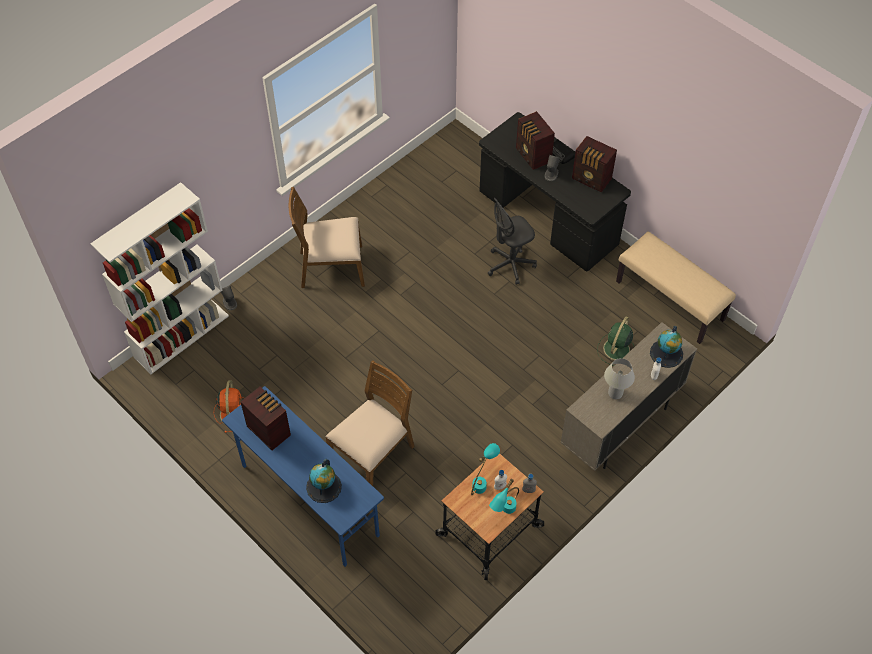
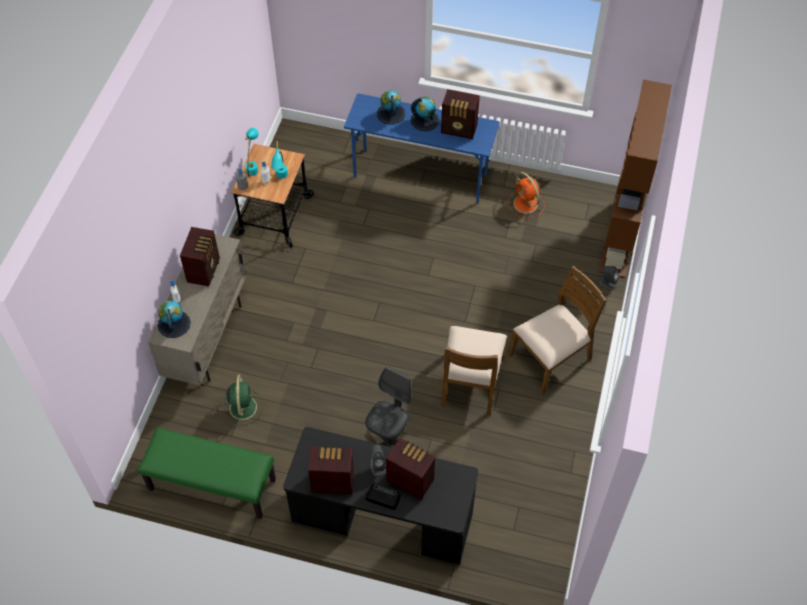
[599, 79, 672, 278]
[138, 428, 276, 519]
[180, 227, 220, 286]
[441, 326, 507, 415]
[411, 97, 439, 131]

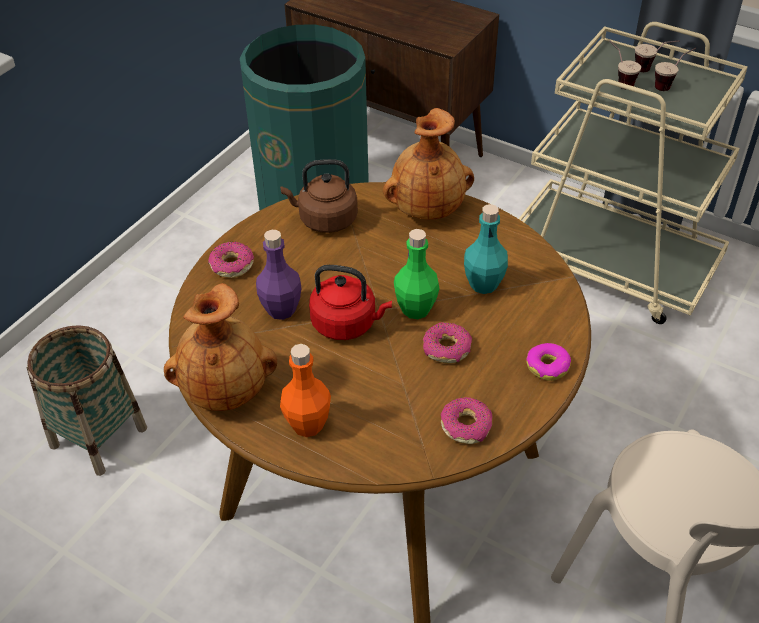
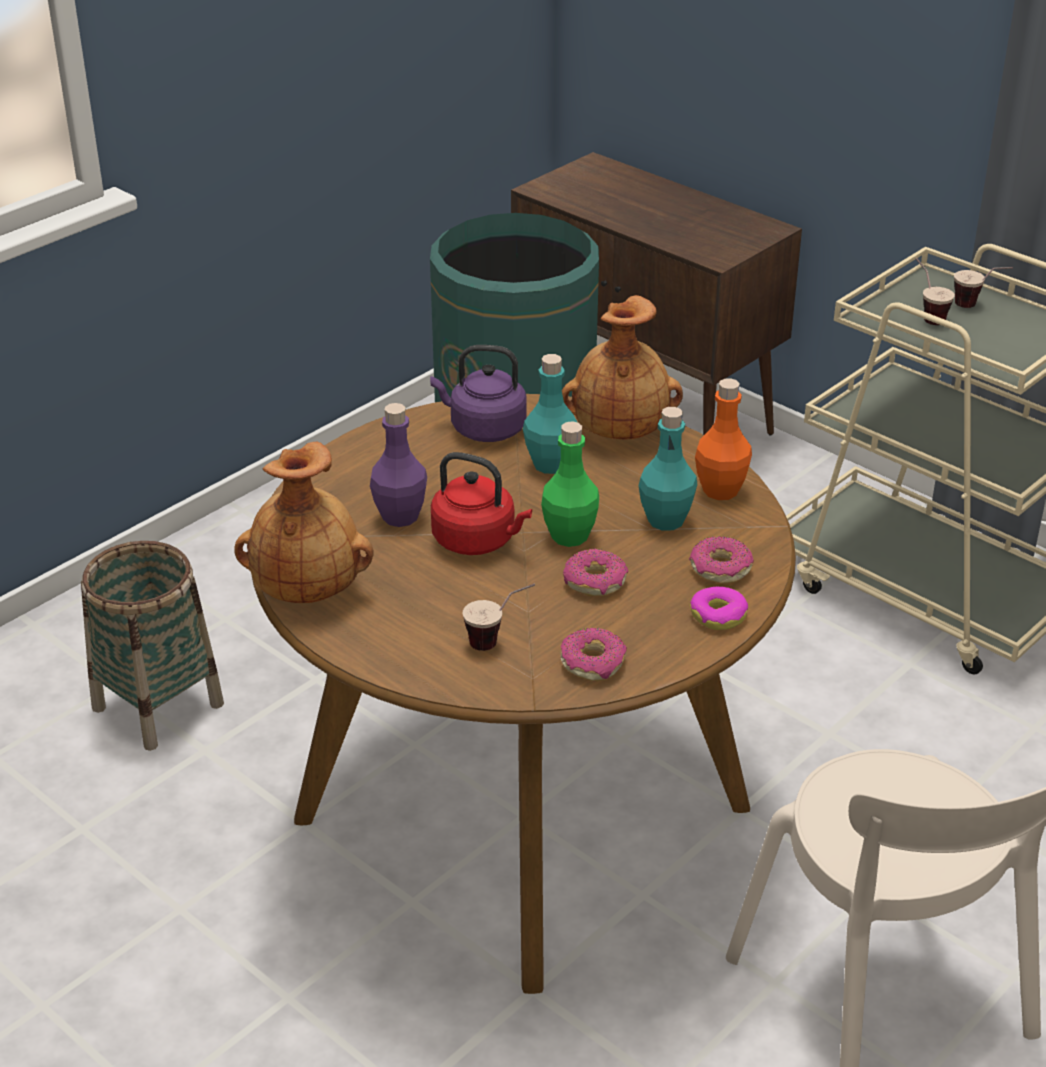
[463, 583, 535, 651]
[430, 345, 527, 442]
[689, 536, 754, 584]
[695, 378, 752, 500]
[523, 354, 577, 474]

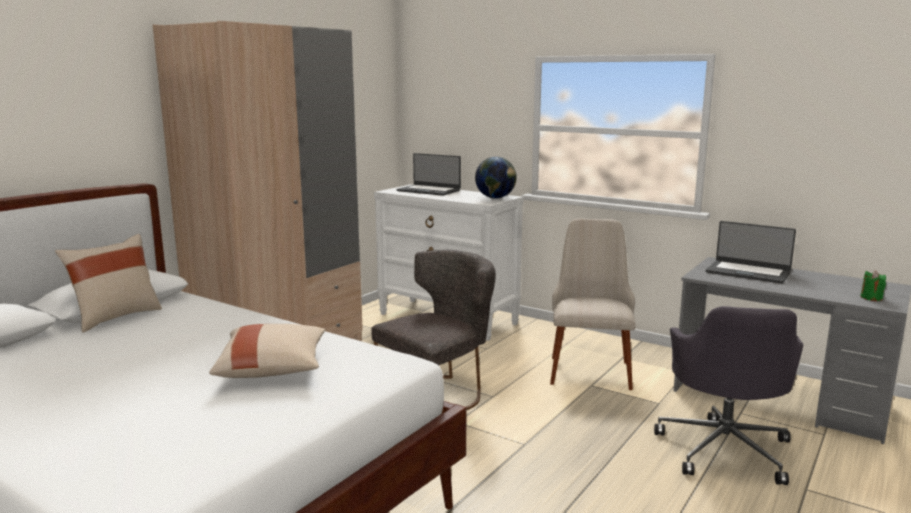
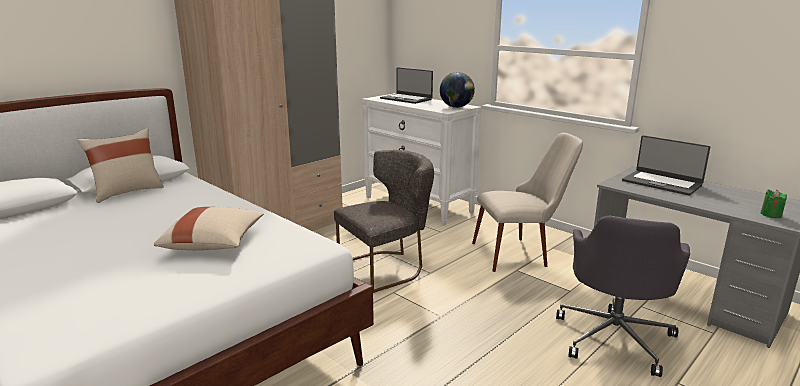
[472, 133, 583, 272]

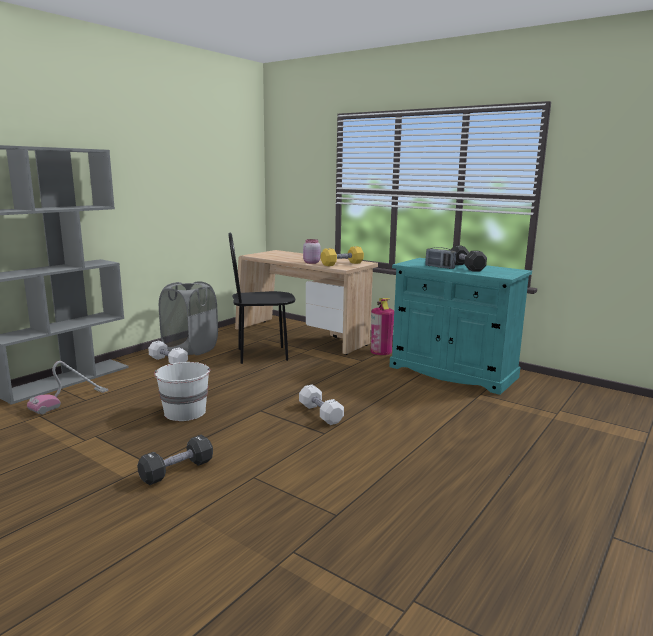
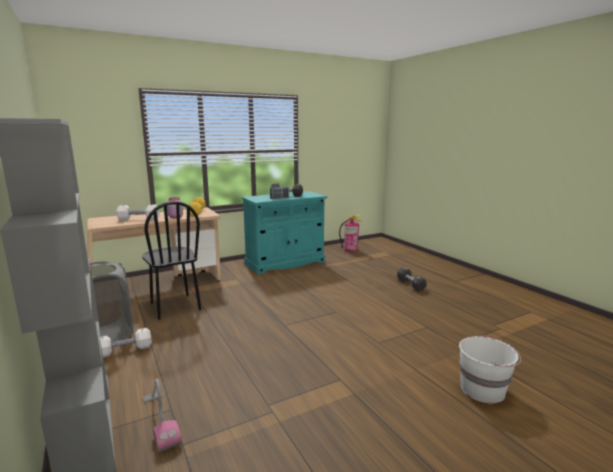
[142, 201, 201, 320]
[339, 215, 361, 252]
[459, 335, 521, 403]
[116, 205, 159, 221]
[397, 267, 427, 291]

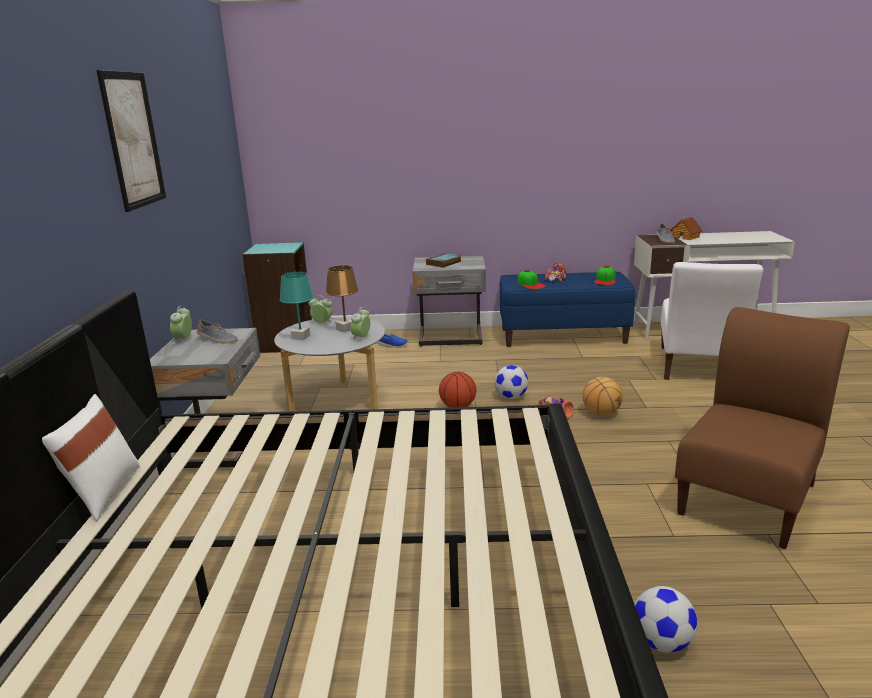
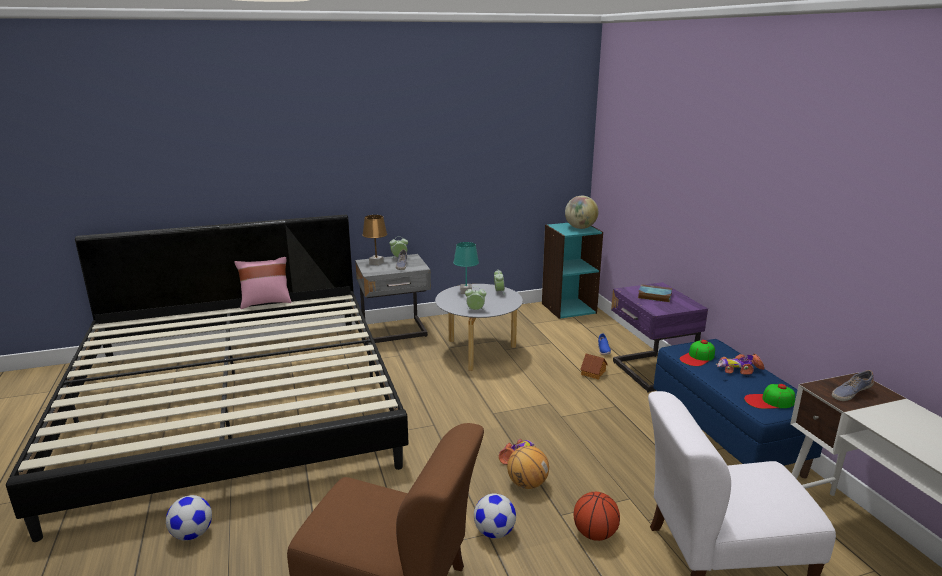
[96, 70, 166, 212] (first image)
[580, 354, 608, 380]
[611, 282, 708, 393]
[362, 215, 387, 266]
[474, 493, 516, 539]
[574, 492, 620, 541]
[234, 257, 292, 309]
[565, 196, 598, 229]

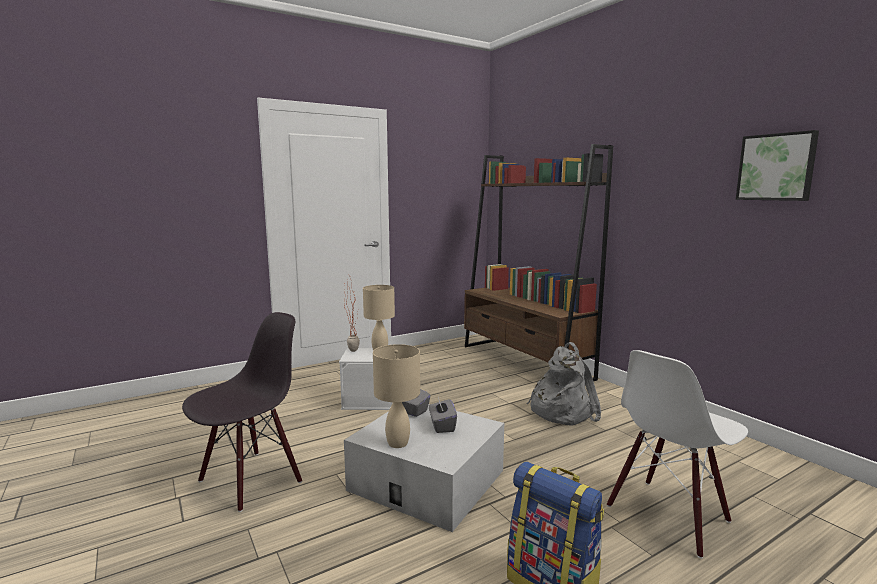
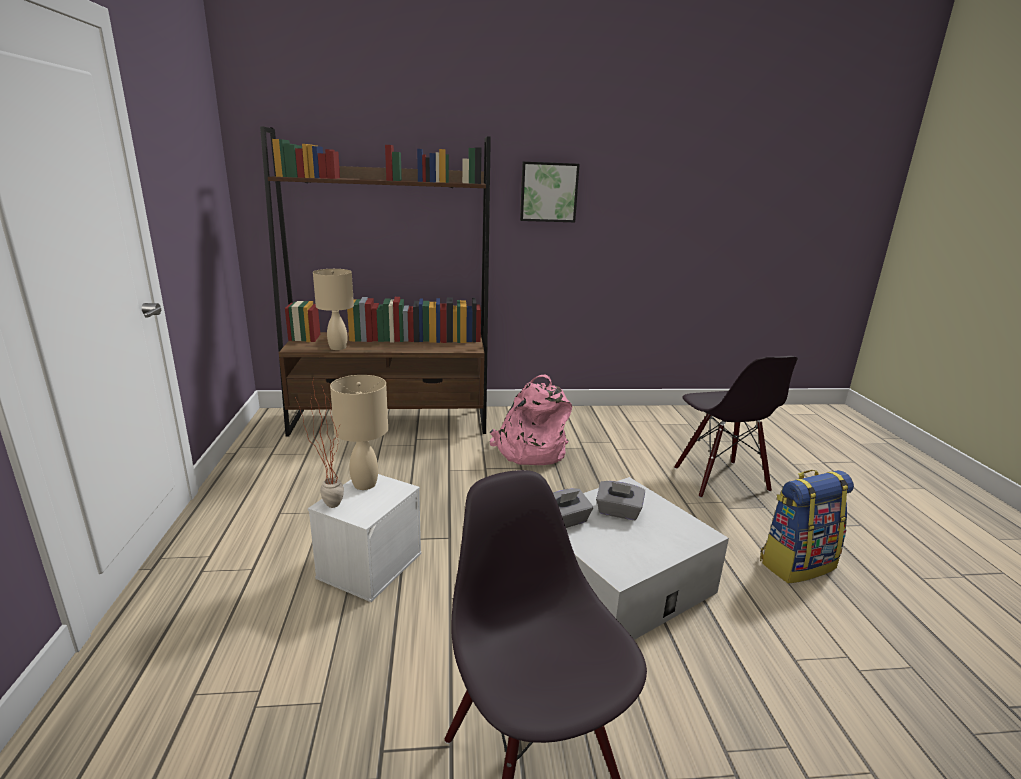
[520, 161, 580, 222]
[490, 375, 572, 465]
[313, 269, 354, 350]
[674, 356, 798, 498]

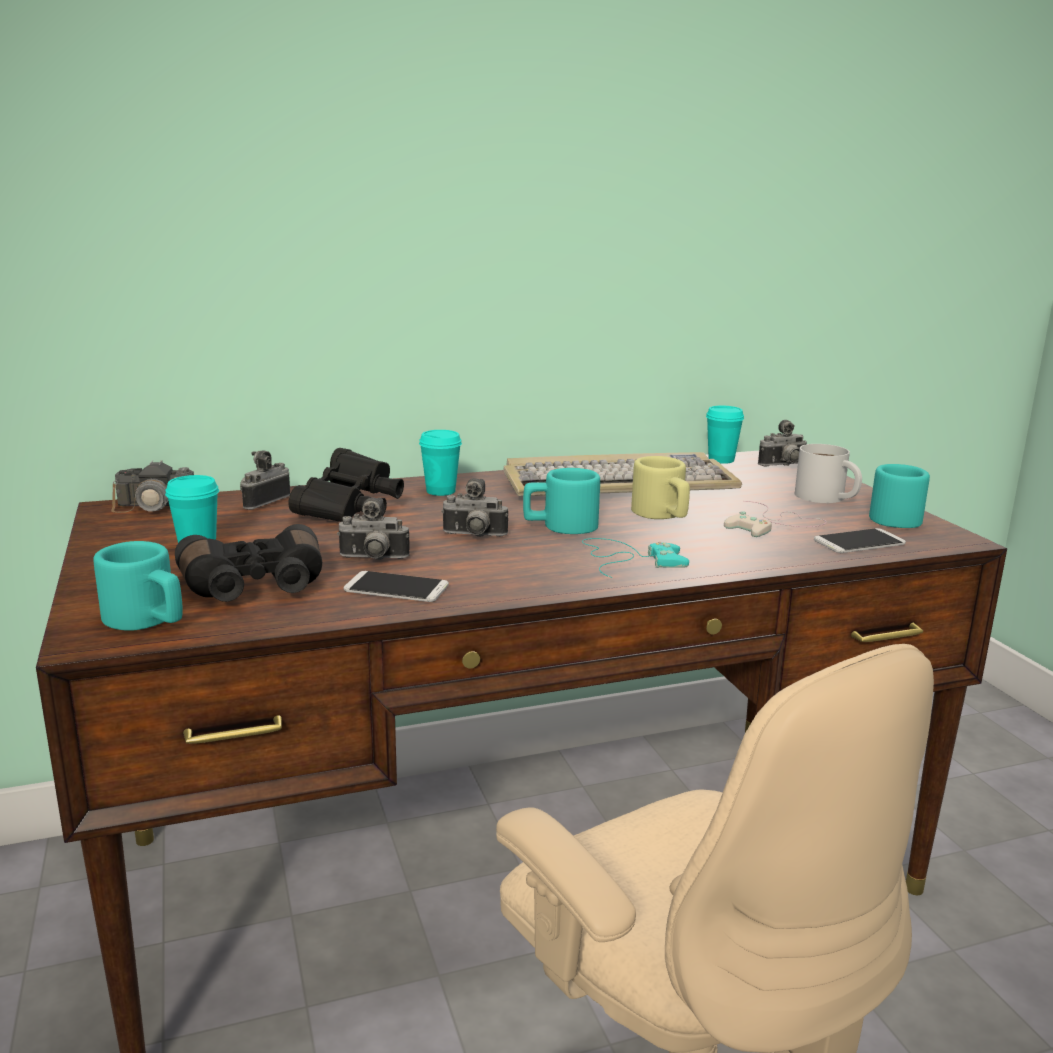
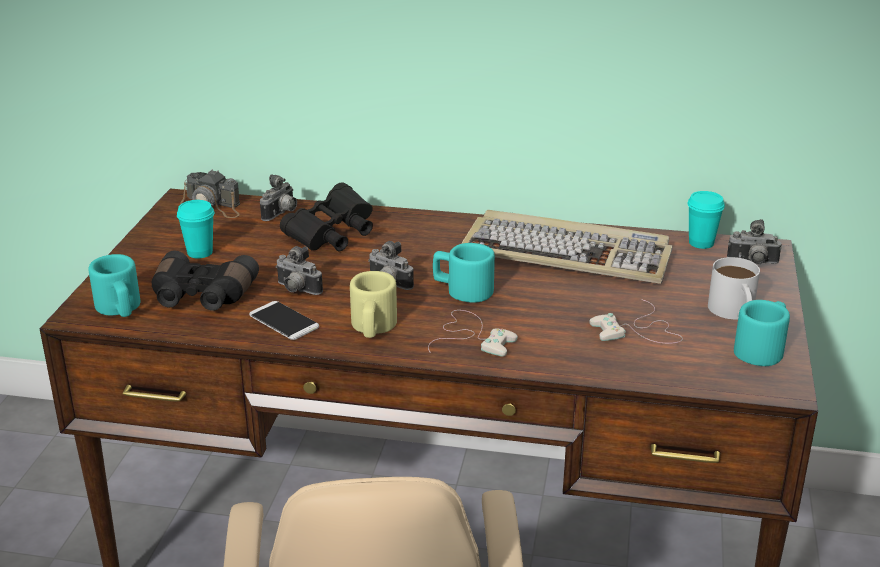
[419, 430, 462, 496] (first image)
[260, 174, 297, 221]
[350, 271, 397, 338]
[814, 528, 906, 553] (first image)
[428, 310, 518, 357]

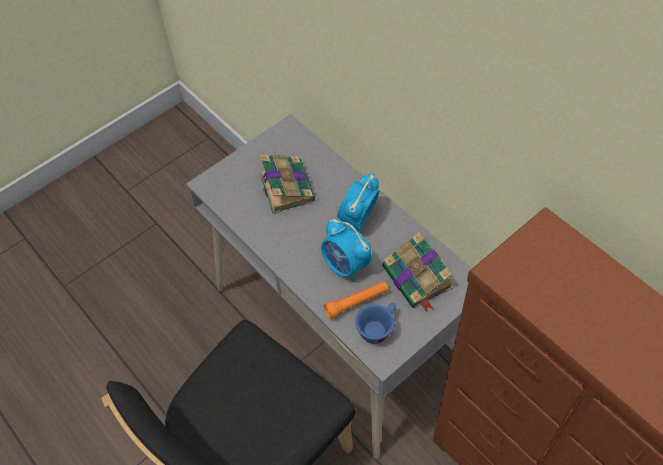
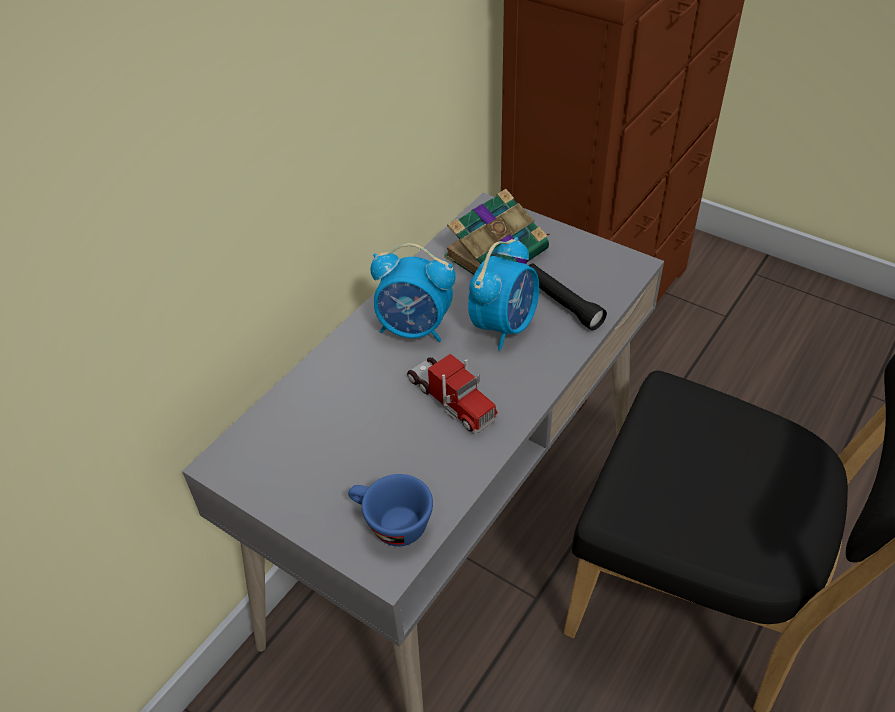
[259, 155, 315, 214] (first image)
[528, 264, 607, 331]
[348, 474, 433, 546]
[407, 354, 498, 434]

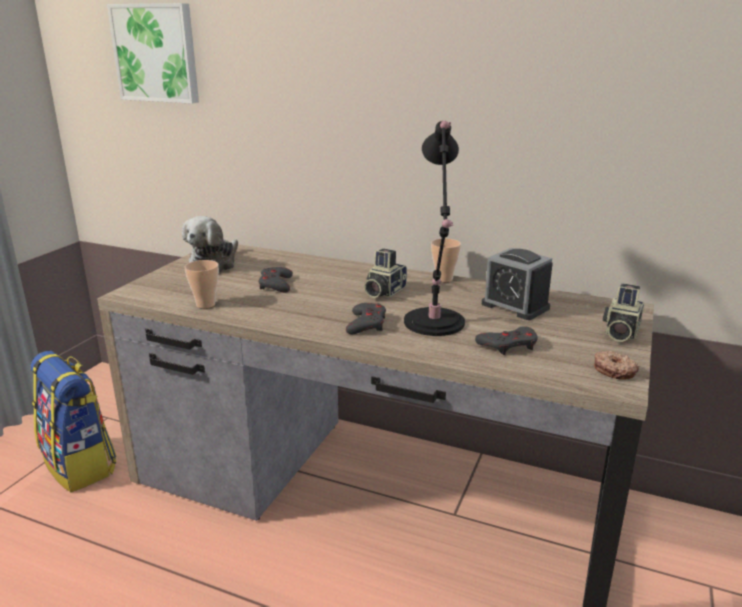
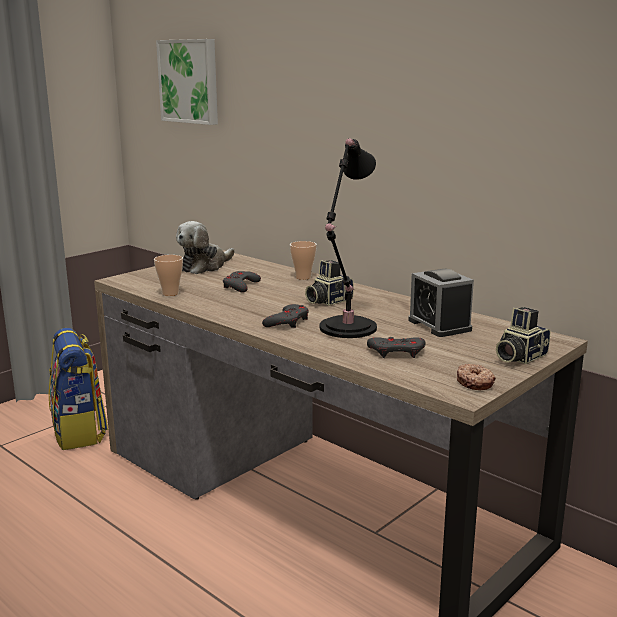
[290, 241, 317, 280]

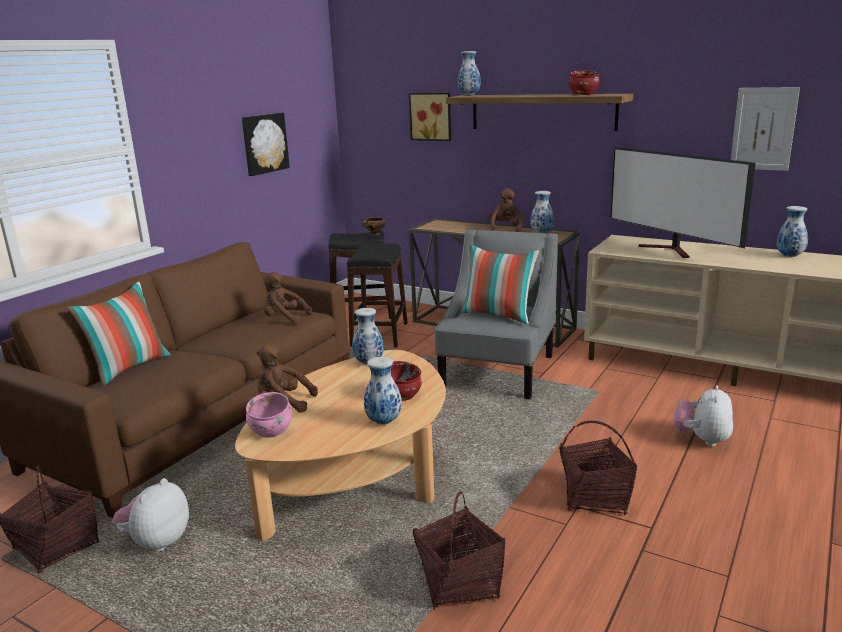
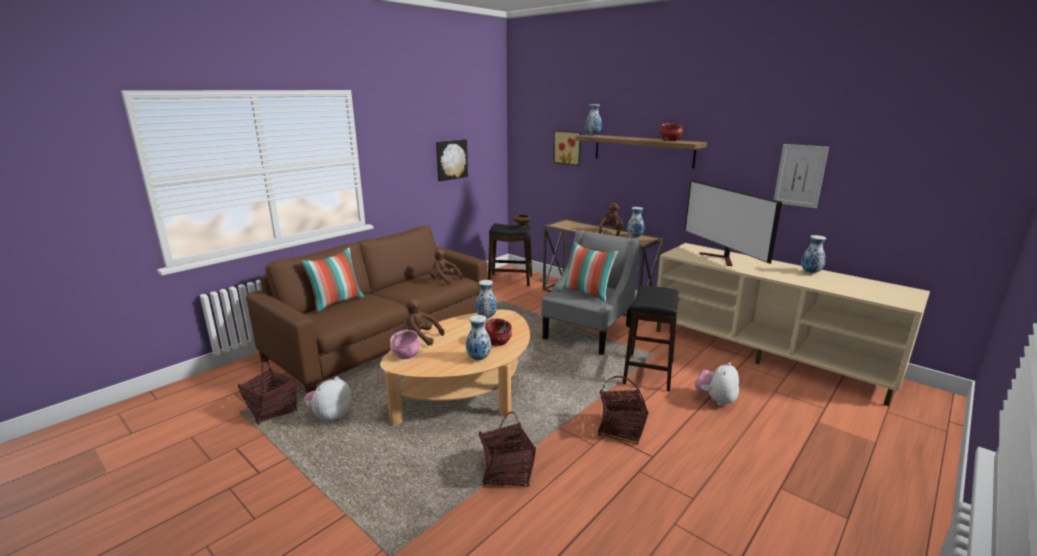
[623, 286, 679, 392]

